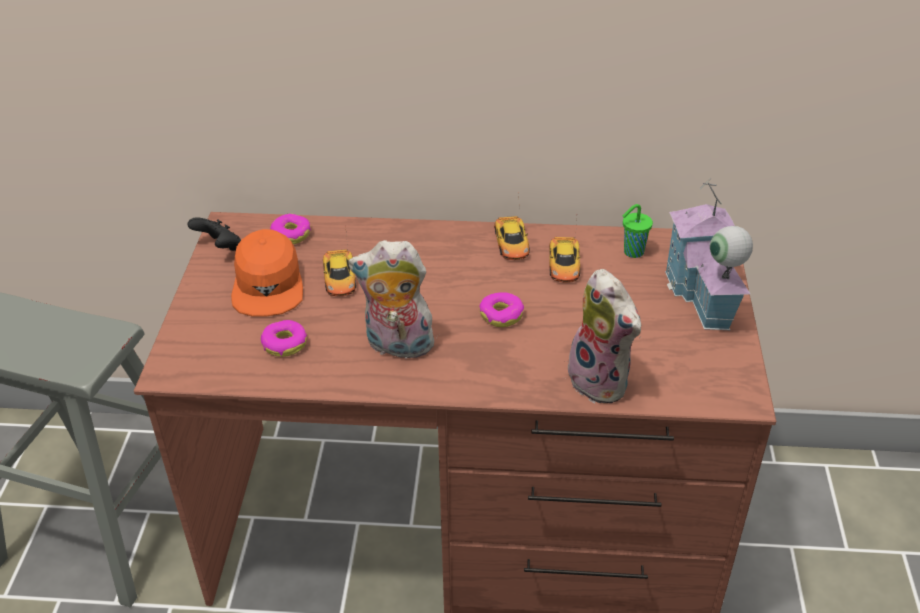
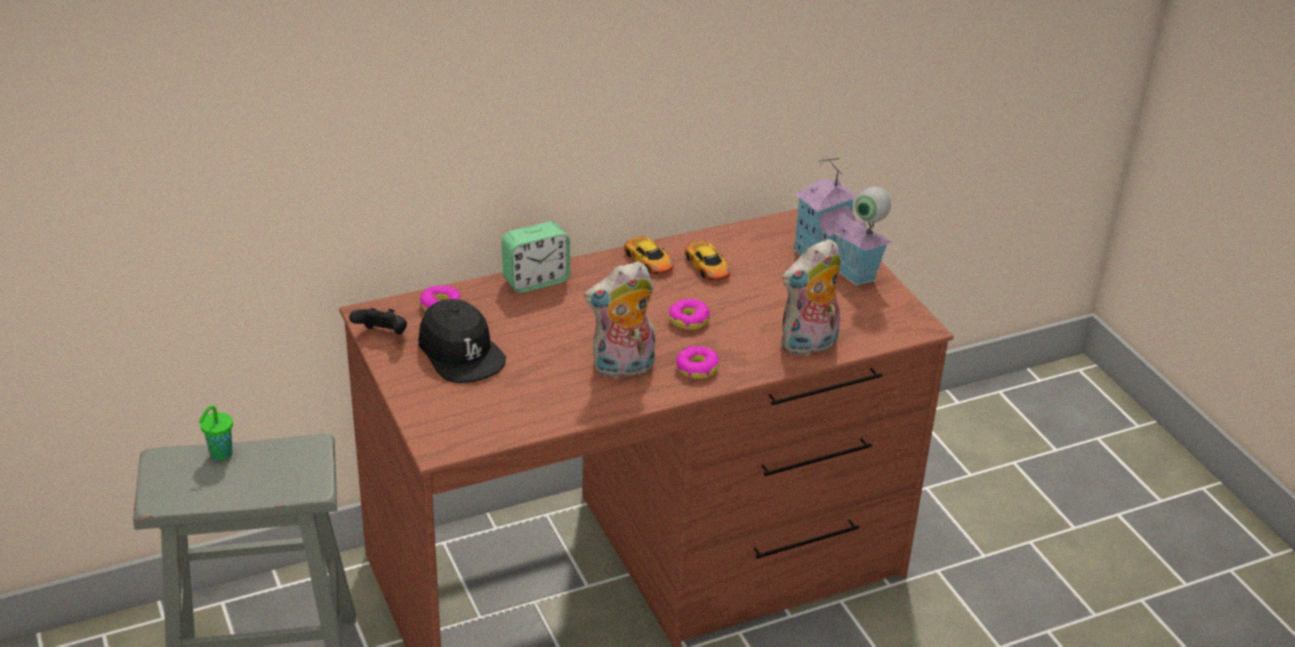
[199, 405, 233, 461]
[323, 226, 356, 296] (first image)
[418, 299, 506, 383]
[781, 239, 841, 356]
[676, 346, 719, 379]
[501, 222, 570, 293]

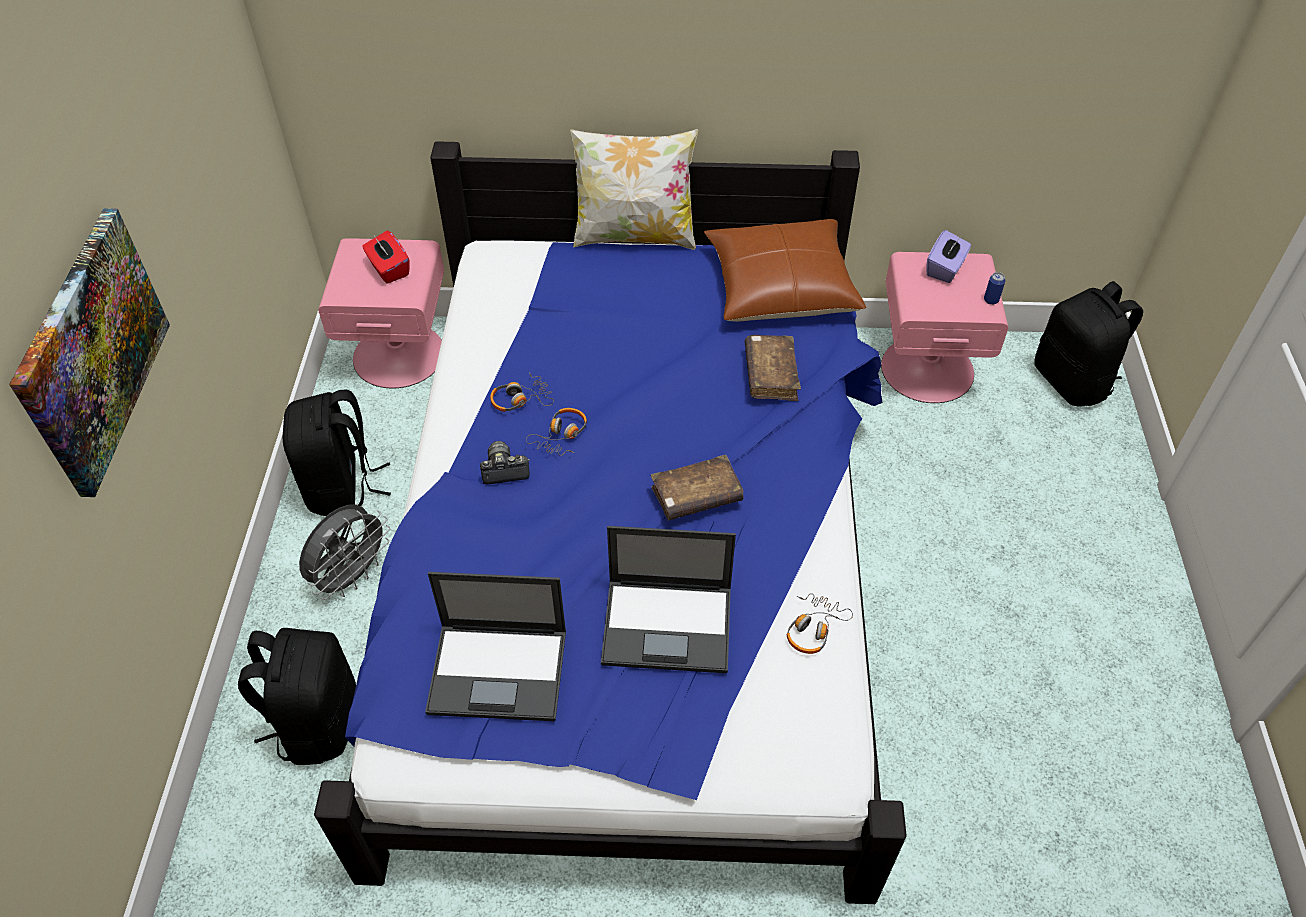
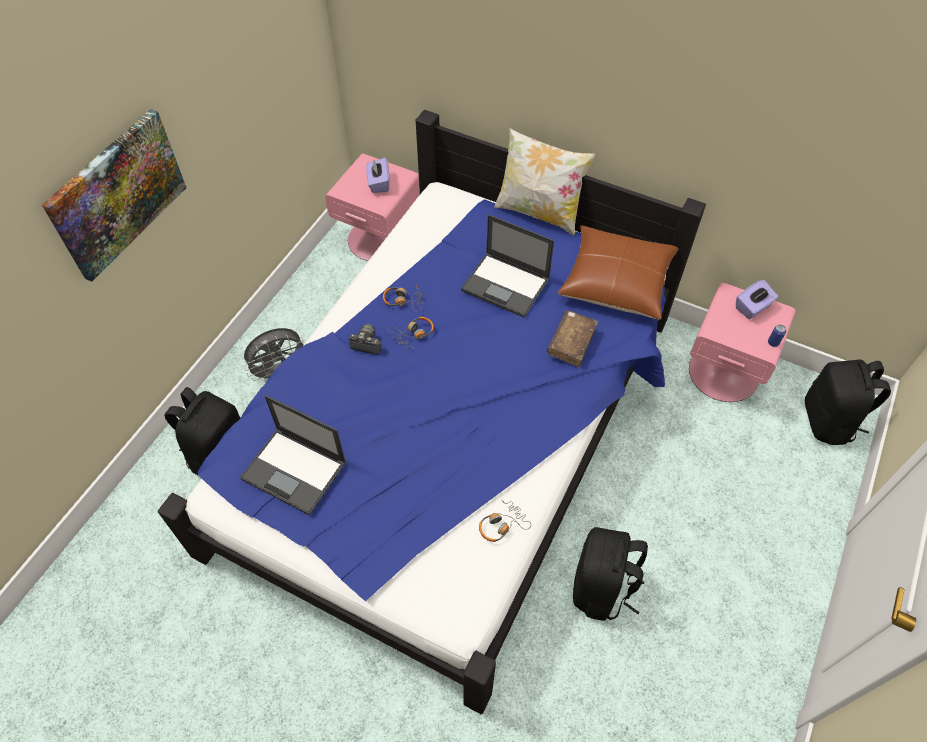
[366, 158, 389, 193]
[573, 527, 648, 621]
[650, 454, 744, 521] (first image)
[461, 214, 554, 317]

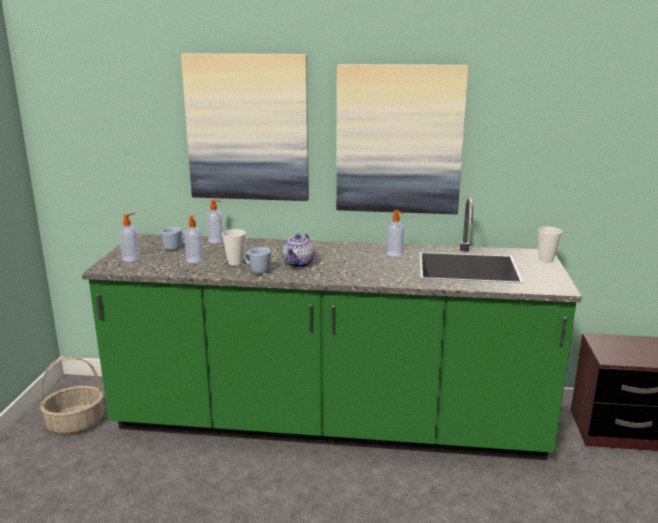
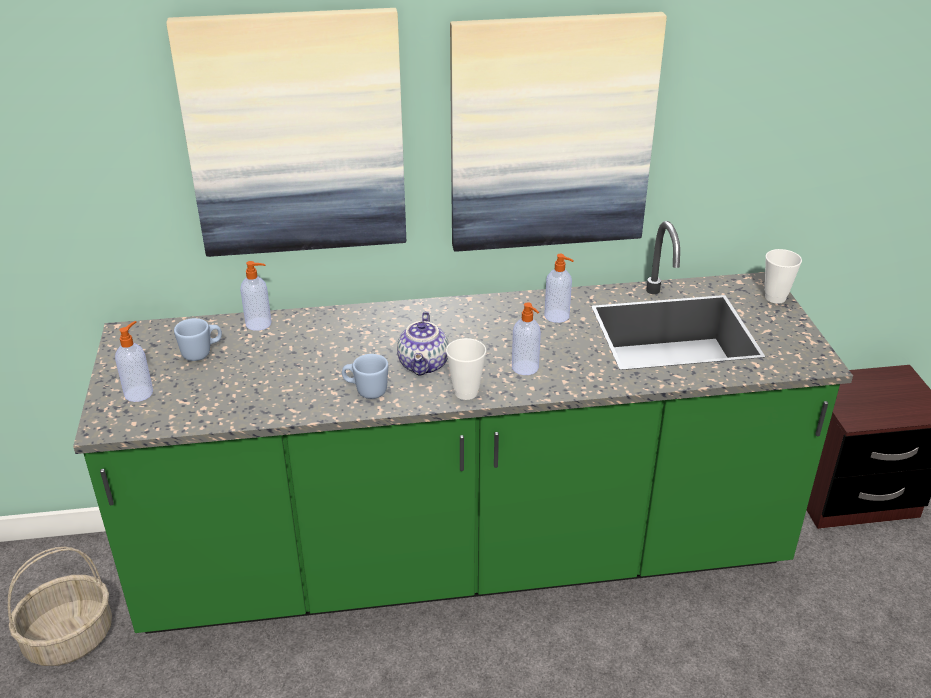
[512, 302, 541, 375]
[446, 338, 486, 400]

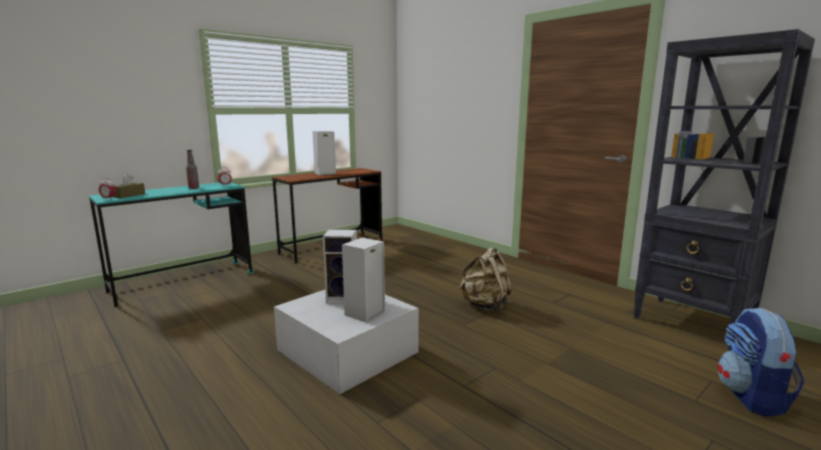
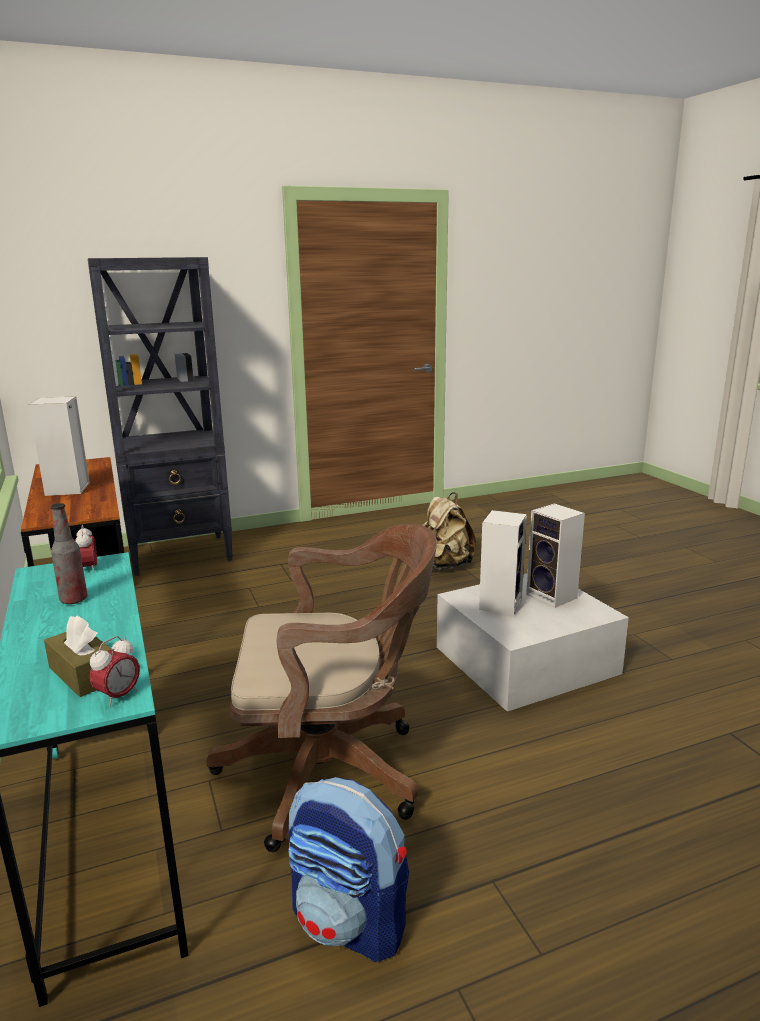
[87, 257, 233, 576]
[288, 777, 409, 962]
[207, 524, 437, 852]

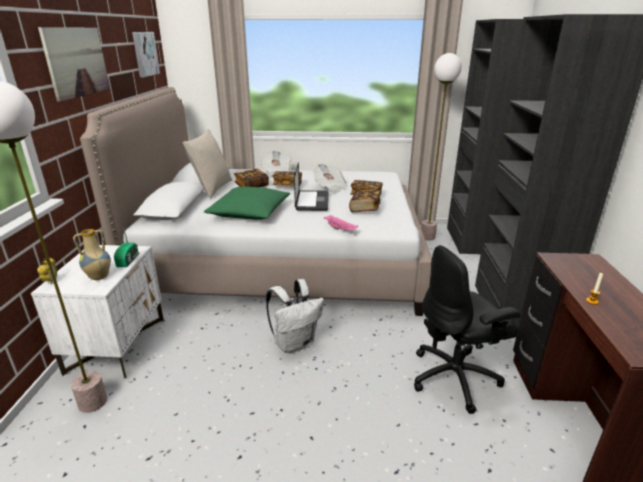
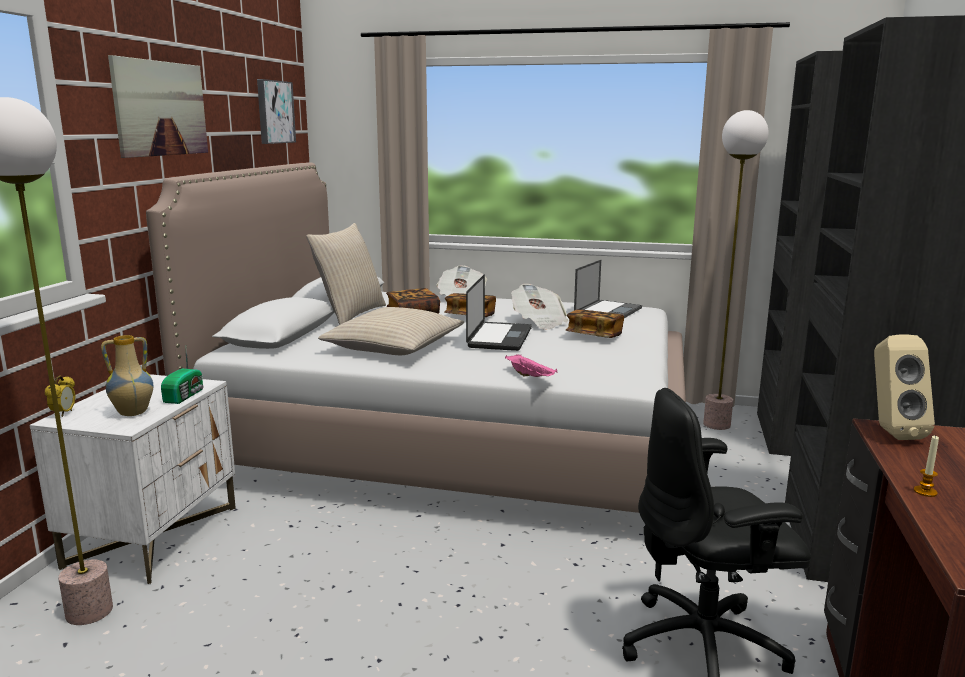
[318, 307, 464, 355]
[349, 190, 380, 212] (first image)
[266, 279, 324, 354] (first image)
[574, 260, 642, 318]
[874, 334, 935, 440]

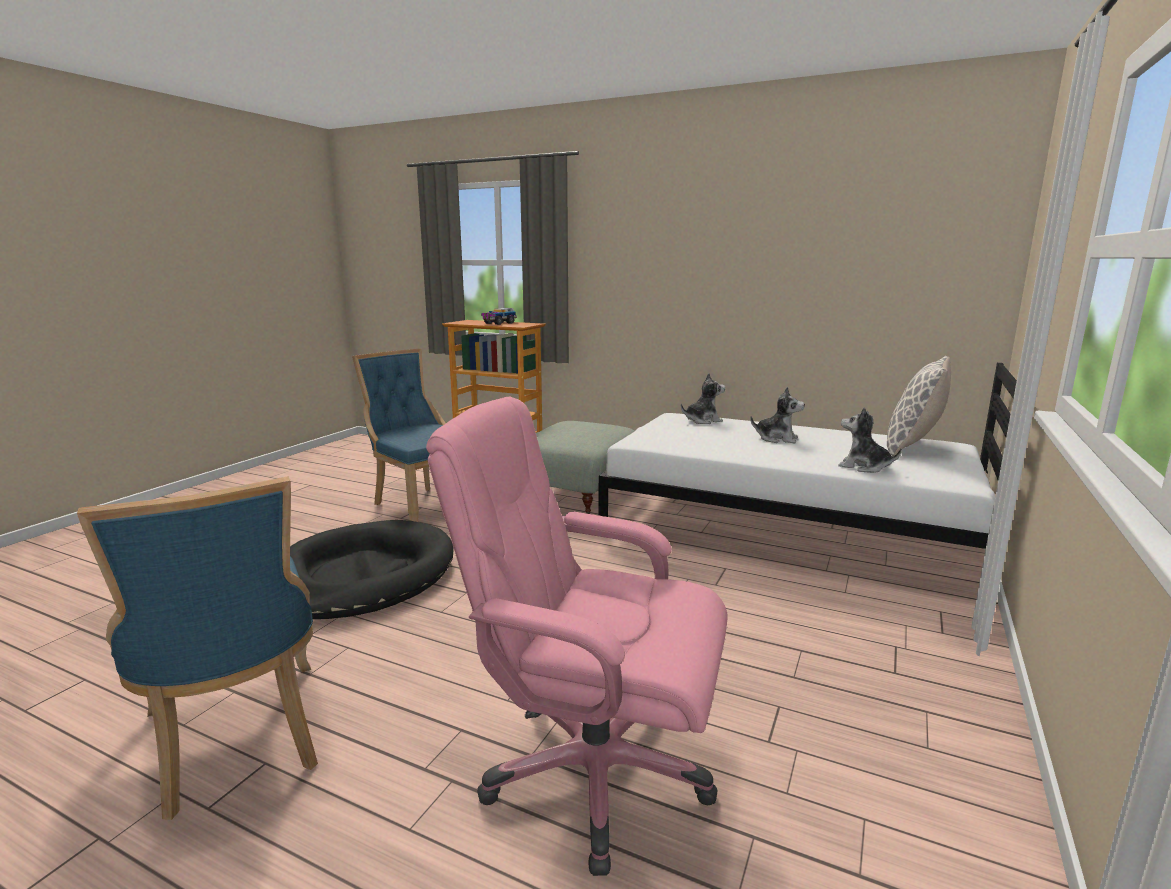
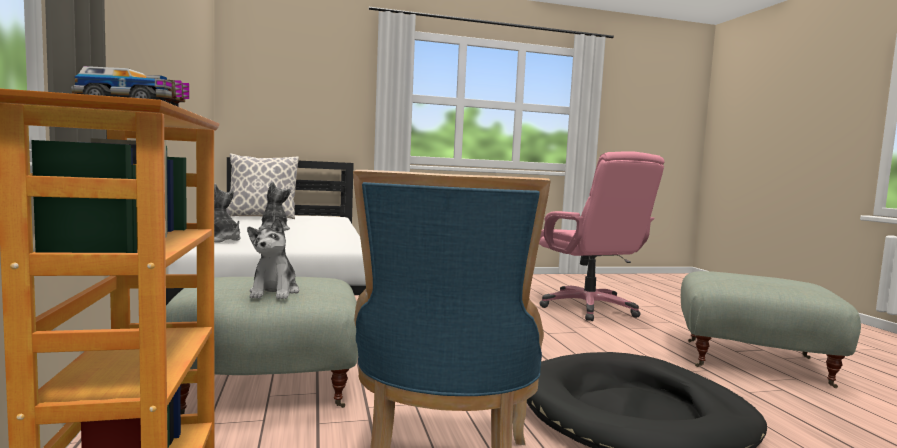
[247, 218, 299, 299]
[681, 271, 861, 388]

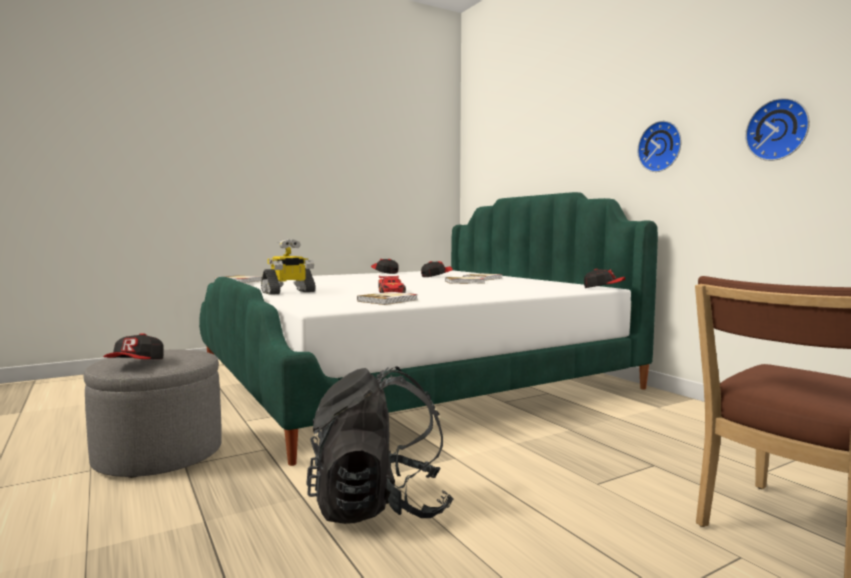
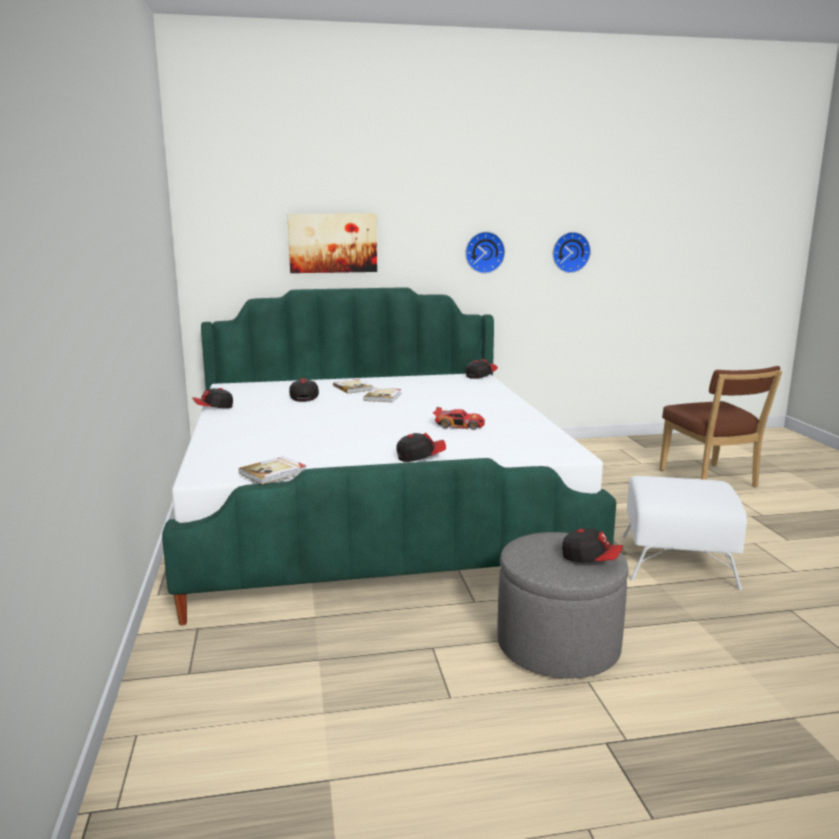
[396, 432, 446, 462]
[357, 292, 418, 305] (first image)
[622, 476, 747, 590]
[287, 214, 377, 273]

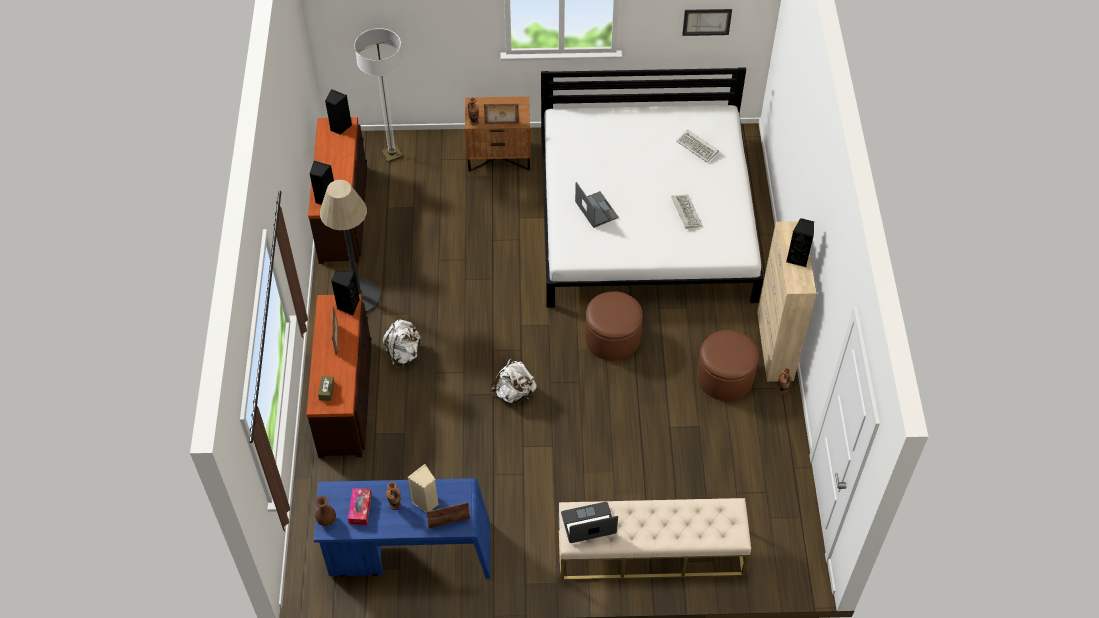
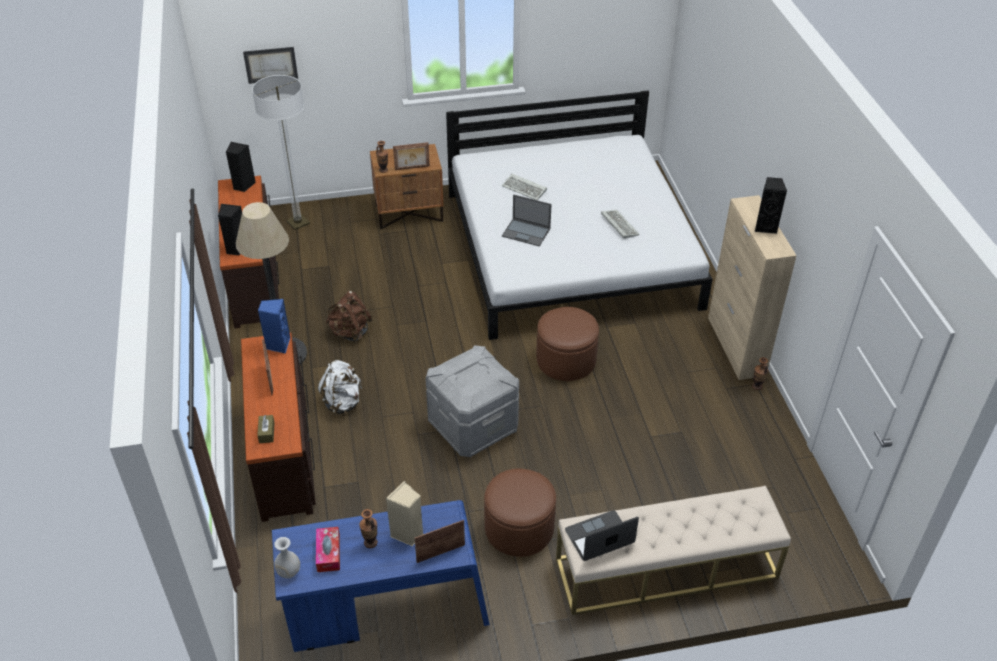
[243, 47, 298, 84]
[502, 174, 547, 200]
[502, 194, 552, 247]
[258, 299, 290, 354]
[484, 469, 556, 557]
[425, 345, 519, 457]
[274, 537, 300, 579]
[326, 291, 372, 343]

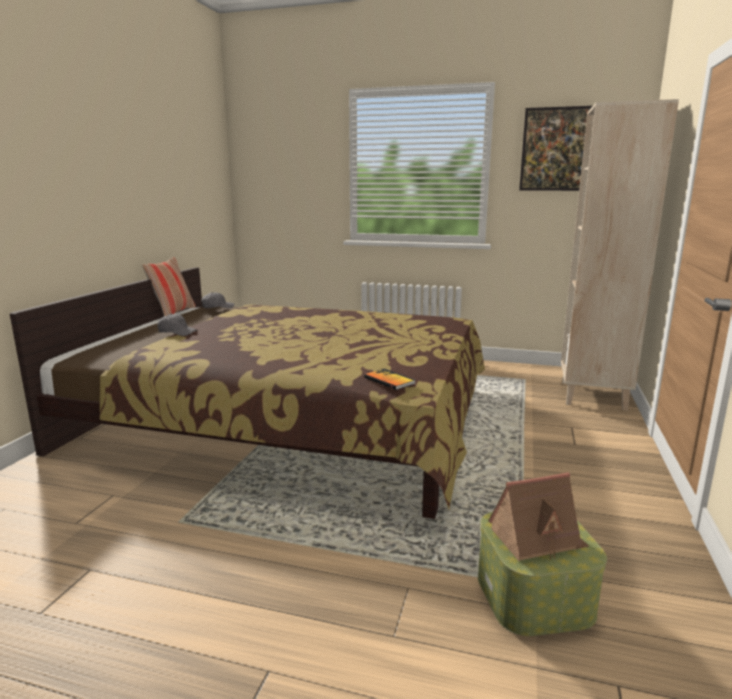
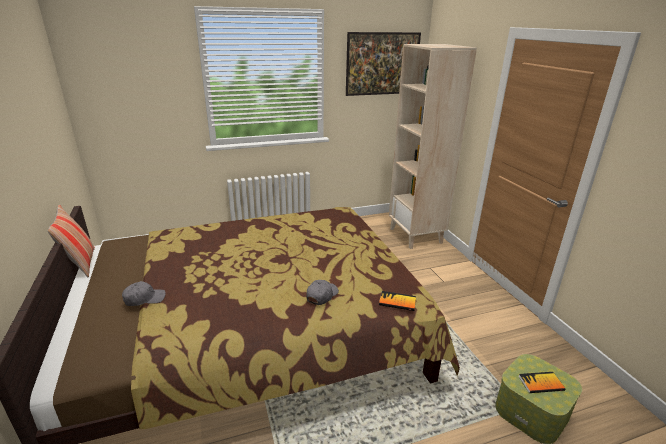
[306, 280, 339, 305]
[518, 372, 565, 393]

